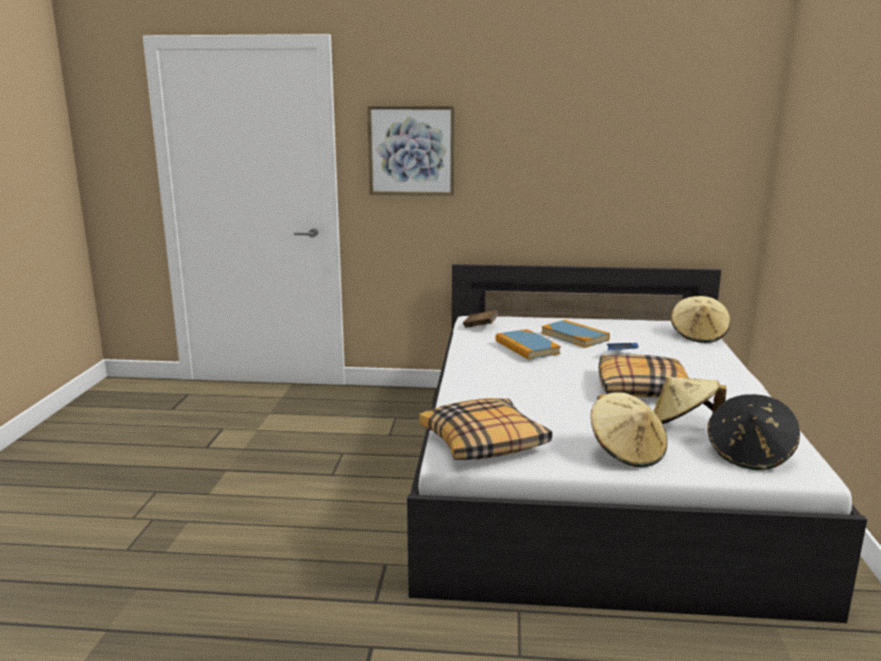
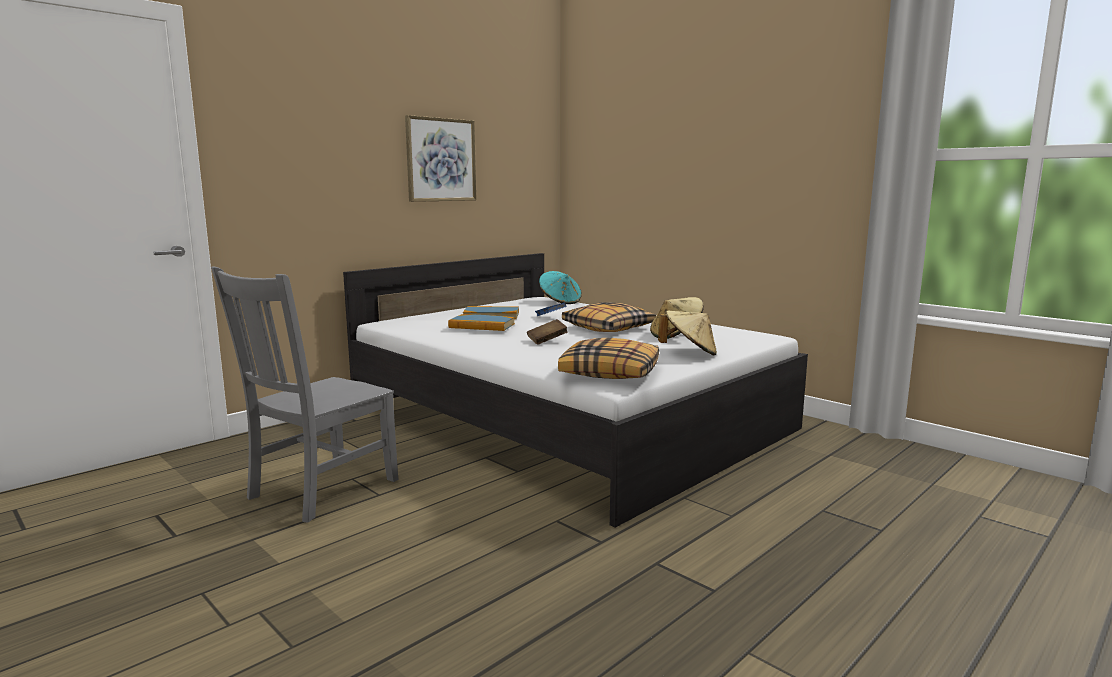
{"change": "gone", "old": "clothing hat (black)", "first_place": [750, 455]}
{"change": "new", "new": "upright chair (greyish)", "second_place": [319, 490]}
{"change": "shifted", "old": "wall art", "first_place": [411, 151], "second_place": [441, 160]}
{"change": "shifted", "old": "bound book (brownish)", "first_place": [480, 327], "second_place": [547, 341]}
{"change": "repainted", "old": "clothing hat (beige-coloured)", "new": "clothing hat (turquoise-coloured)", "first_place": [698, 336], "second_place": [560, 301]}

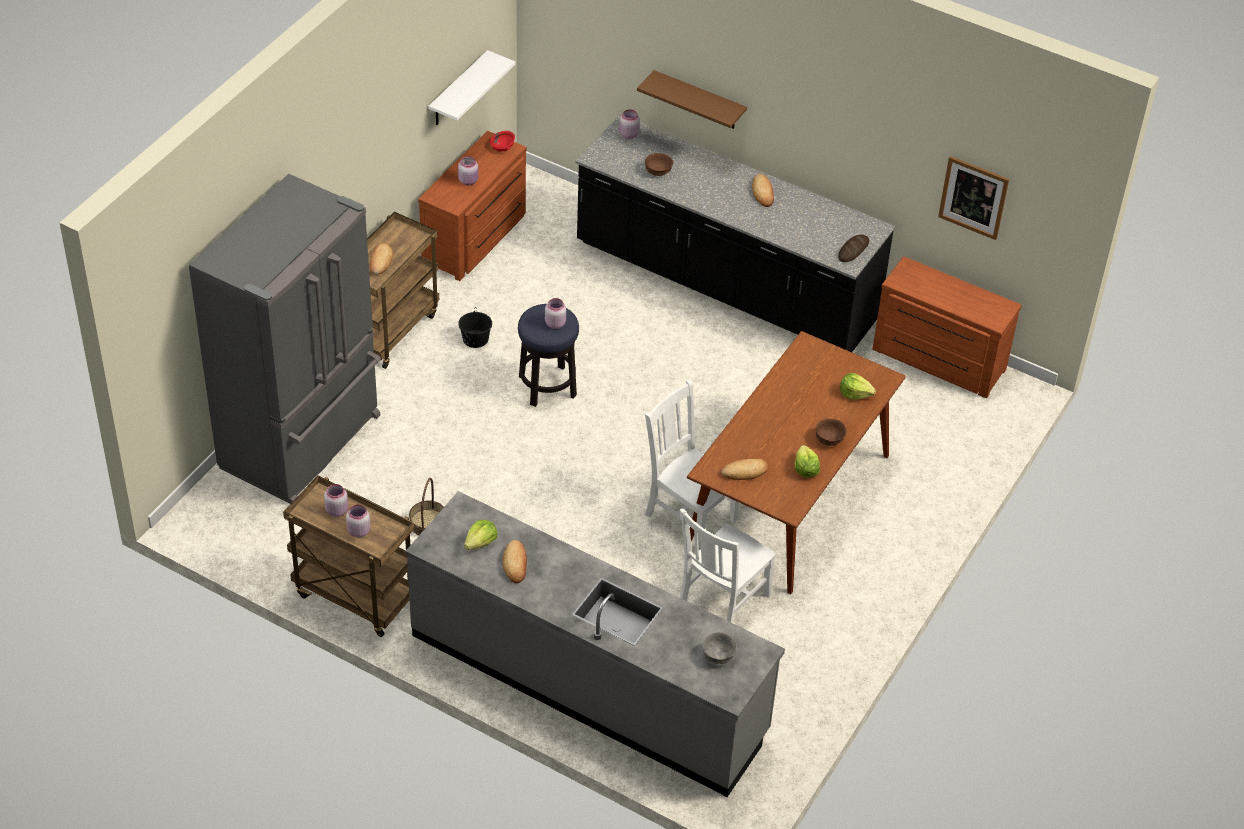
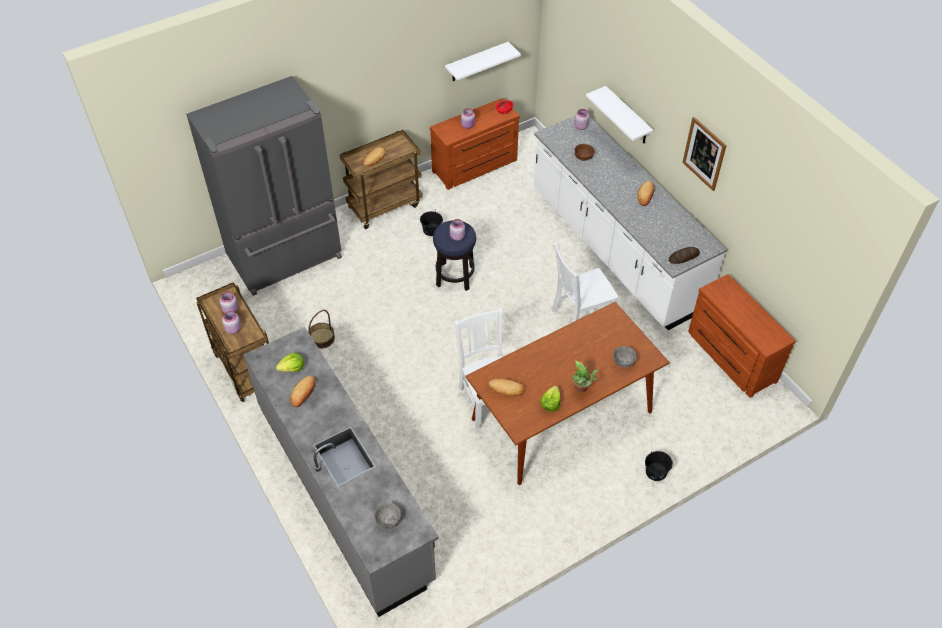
{"change": "new", "new": "pail (black)", "second_place": [656, 472]}
{"change": "shifted", "old": "upright chair (white-coloured)", "first_place": [721, 603], "second_place": [580, 317]}
{"change": "shifted", "old": "wall art", "first_place": [973, 197], "second_place": [704, 153]}
{"change": "swapped", "old": "serving bowl (brownish)", "new": "potted plant", "first_place": [829, 440], "second_place": [582, 388]}
{"change": "swapped", "old": "lettuce", "new": "serving bowl (greyish)", "first_place": [855, 393], "second_place": [623, 361]}
{"change": "repainted", "old": "kitchen base unit (black)", "new": "kitchen base unit (white-coloured)", "first_place": [725, 283], "second_place": [615, 249]}
{"change": "repainted", "old": "wall shelf (brownish)", "new": "wall shelf (white-coloured)", "first_place": [699, 101], "second_place": [627, 116]}

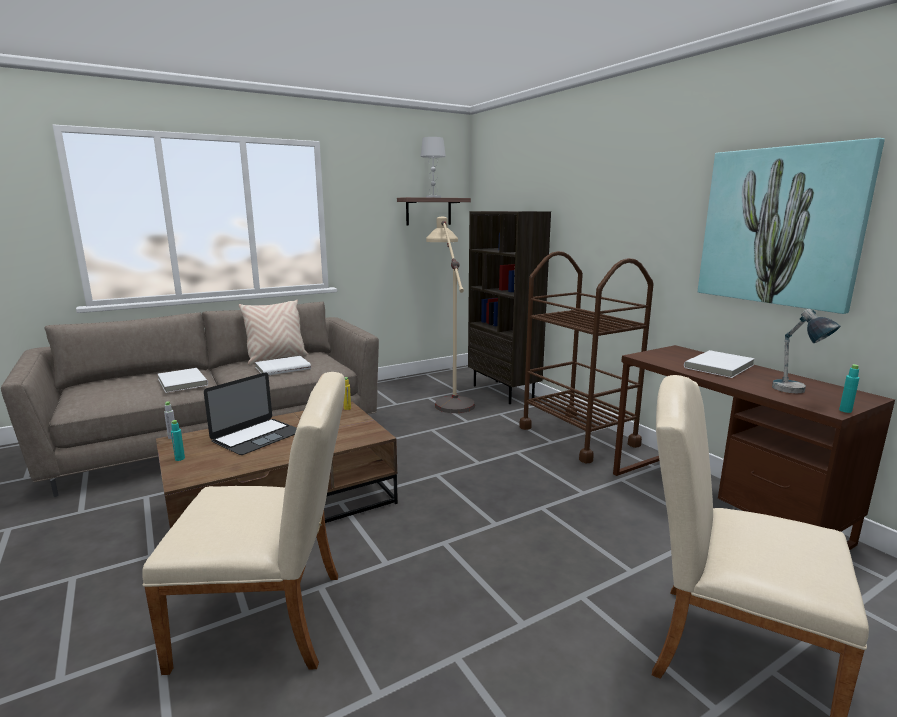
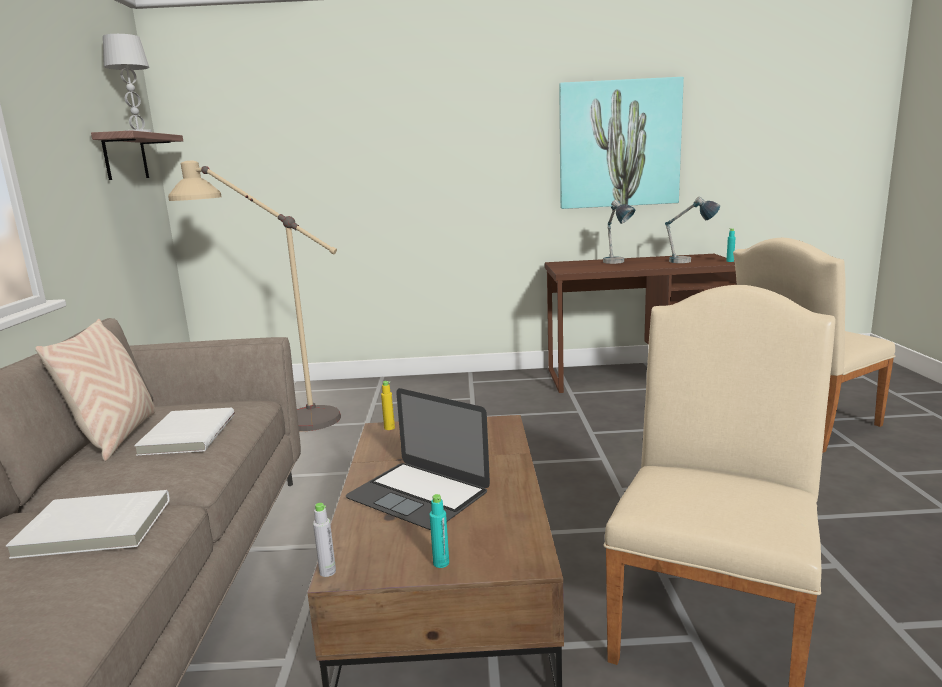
{"change": "gone", "old": "bookcase (brownish)", "first_place": [504, 392]}
{"change": "gone", "old": "cart (brownish)", "first_place": [577, 436]}
{"change": "swapped", "old": "bound book (white-coloured)", "new": "tabletop lamp", "first_place": [720, 367], "second_place": [617, 263]}
{"change": "rotated", "old": "portable computer", "first_place": [257, 436], "second_place": [418, 494], "degrees": 150}

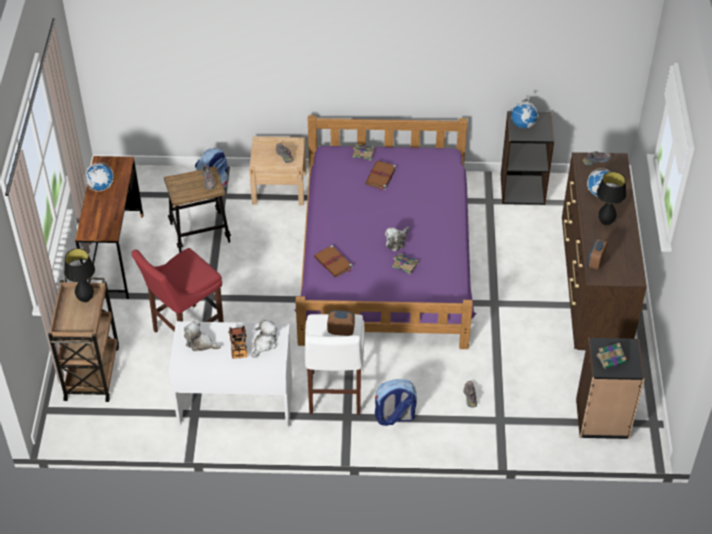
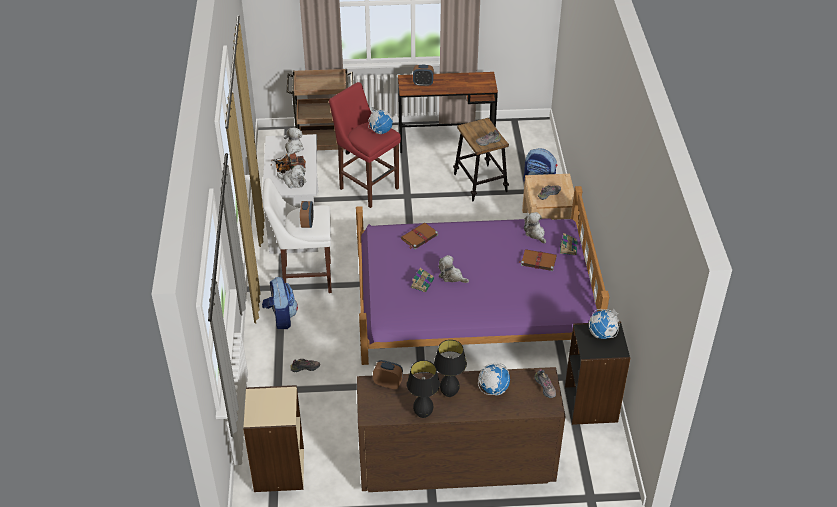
{"change": "gone", "old": "bound book", "first_place": [611, 359]}
{"change": "new", "new": "bedside clock", "second_place": [423, 83]}
{"change": "new", "new": "cuddly toy", "second_place": [535, 233]}
{"change": "shifted", "old": "tabletop lamp (black)", "first_place": [85, 299], "second_place": [423, 414]}
{"change": "shifted", "old": "world globe", "first_place": [101, 187], "second_place": [380, 131]}
{"change": "repainted", "old": "bookcase (black)", "new": "bookcase (beige-coloured)", "first_place": [602, 419], "second_place": [278, 470]}

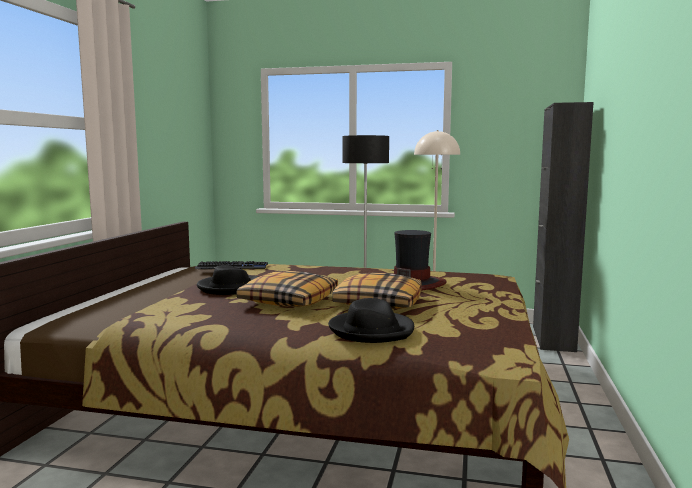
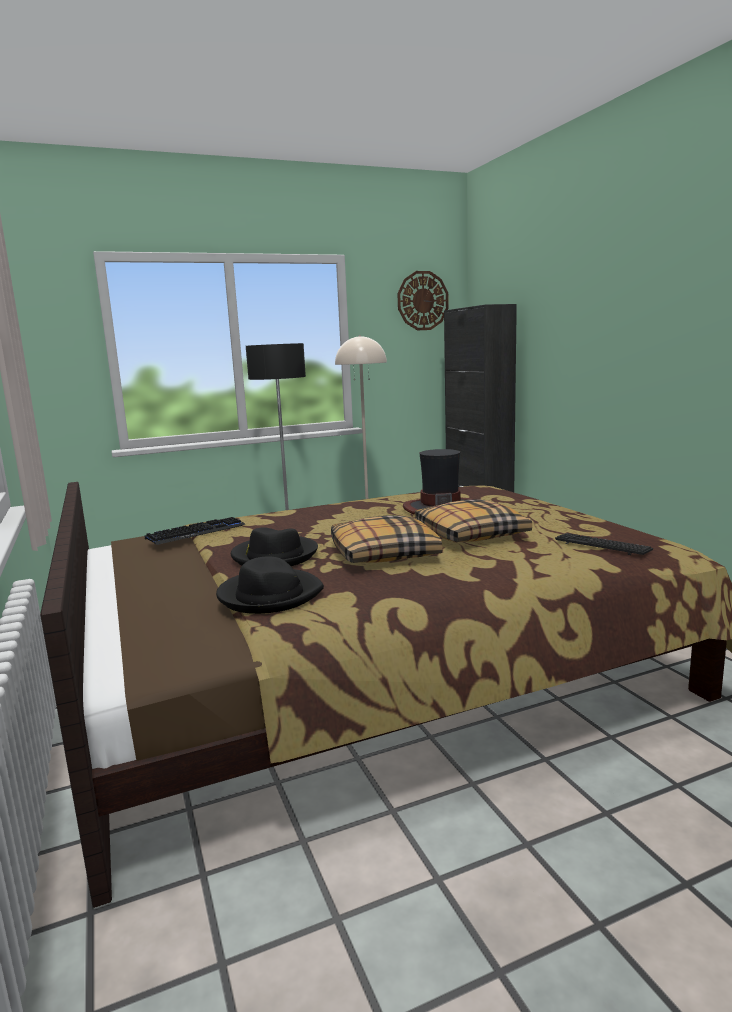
{"change": "new", "new": "wall clock", "second_place": [422, 301]}
{"change": "new", "new": "keyboard", "second_place": [602, 546]}
{"change": "shifted", "old": "clothing hat (black)", "first_place": [371, 330], "second_place": [269, 595]}

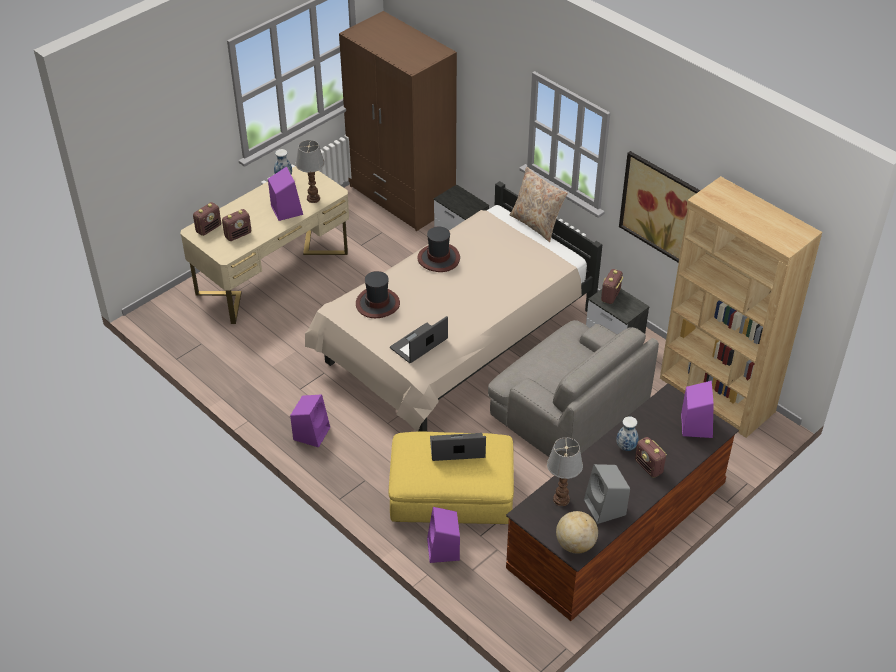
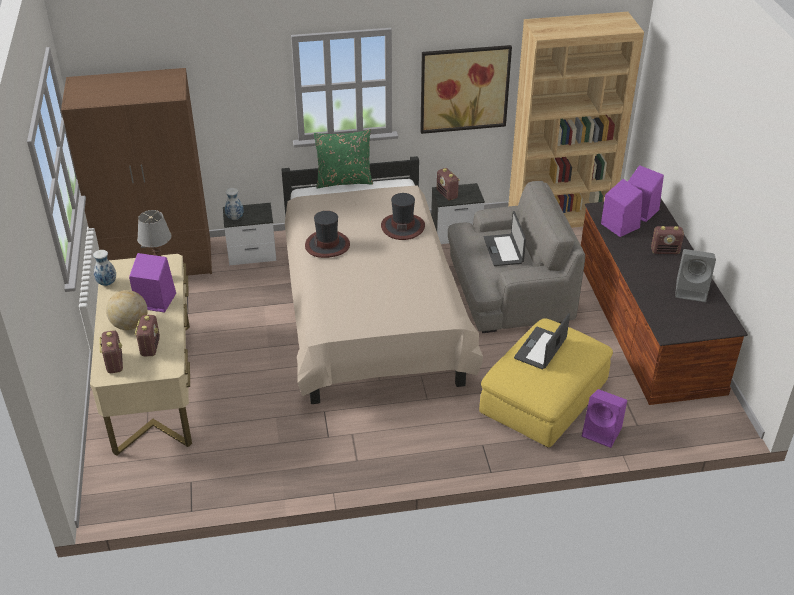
{"change": "gone", "old": "tabletop lamp", "first_place": [561, 499]}
{"change": "shifted", "old": "speaker (purple)", "first_place": [312, 432], "second_place": [619, 225]}
{"change": "shifted", "old": "clothing hat", "first_place": [378, 303], "second_place": [402, 226]}
{"change": "shifted", "old": "portable computer", "first_place": [419, 344], "second_place": [504, 250]}
{"change": "shifted", "old": "world globe", "first_place": [575, 544], "second_place": [130, 325]}
{"change": "shifted", "old": "vase", "first_place": [626, 446], "second_place": [234, 218]}
{"change": "repainted", "old": "cushion (beige-coloured)", "new": "cushion (greenish)", "first_place": [536, 224], "second_place": [344, 181]}

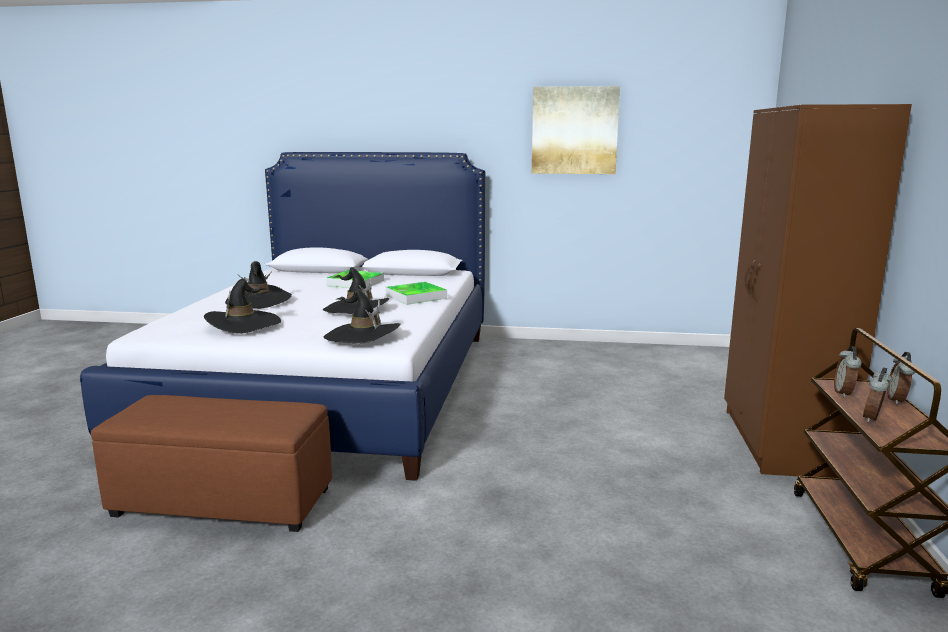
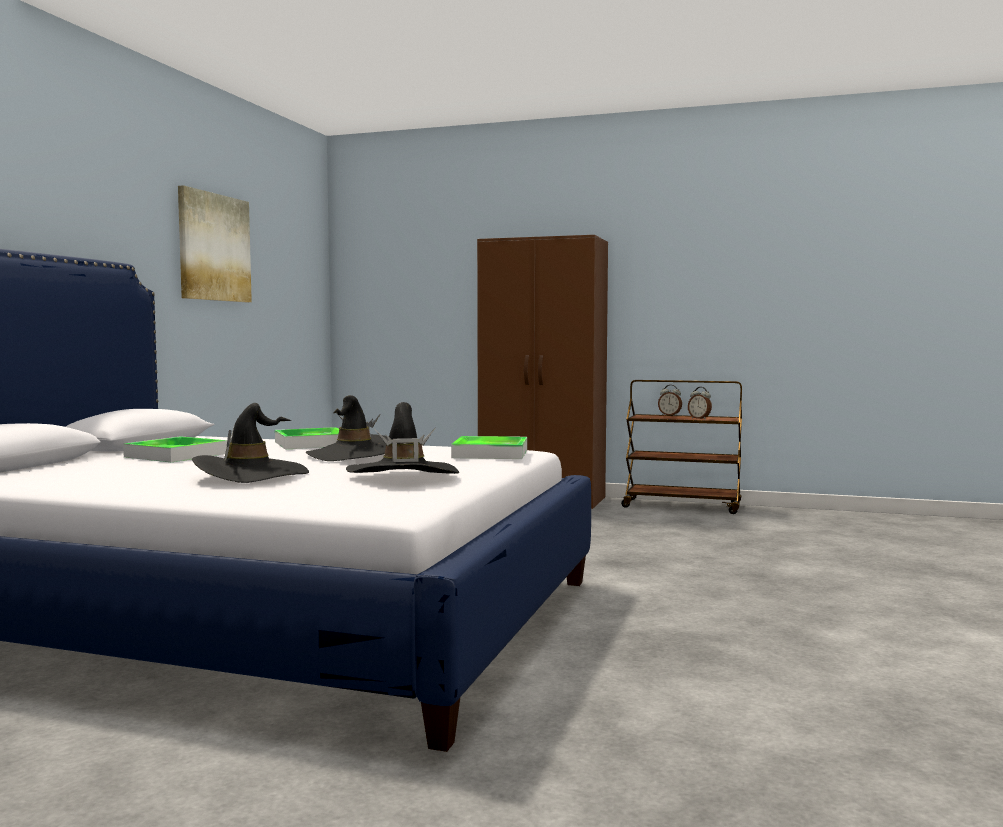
{"change": "gone", "old": "footrest (brownish)", "first_place": [224, 502]}
{"change": "gone", "old": "bedside clock", "first_place": [844, 393]}
{"change": "swapped", "old": "clothing hat (black)", "new": "serving tray", "first_place": [362, 336], "second_place": [490, 453]}

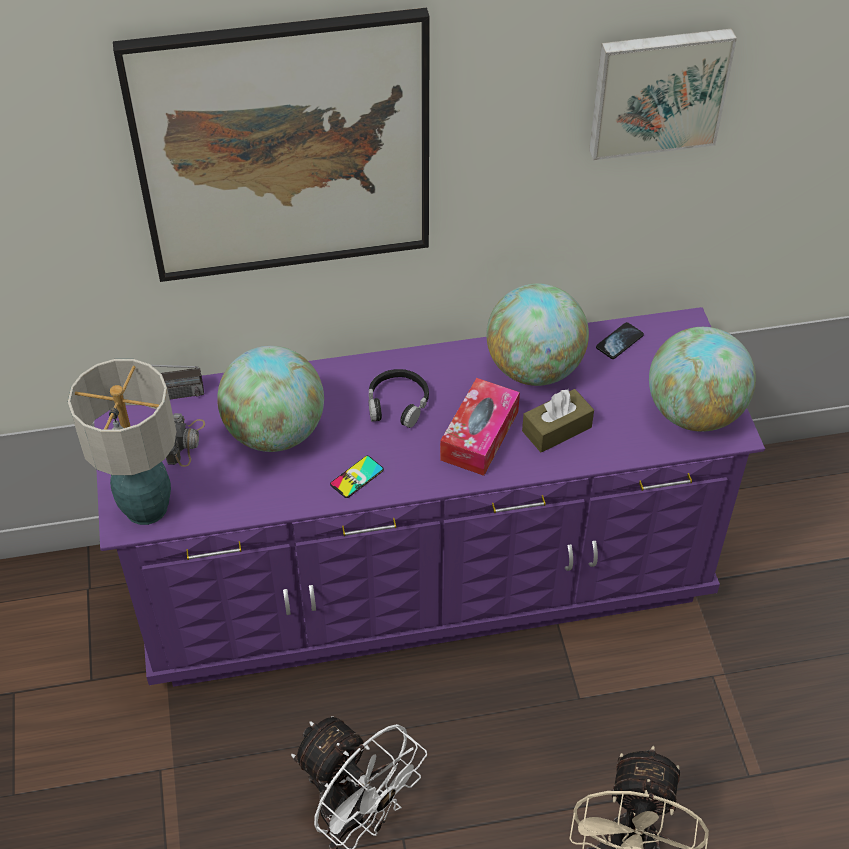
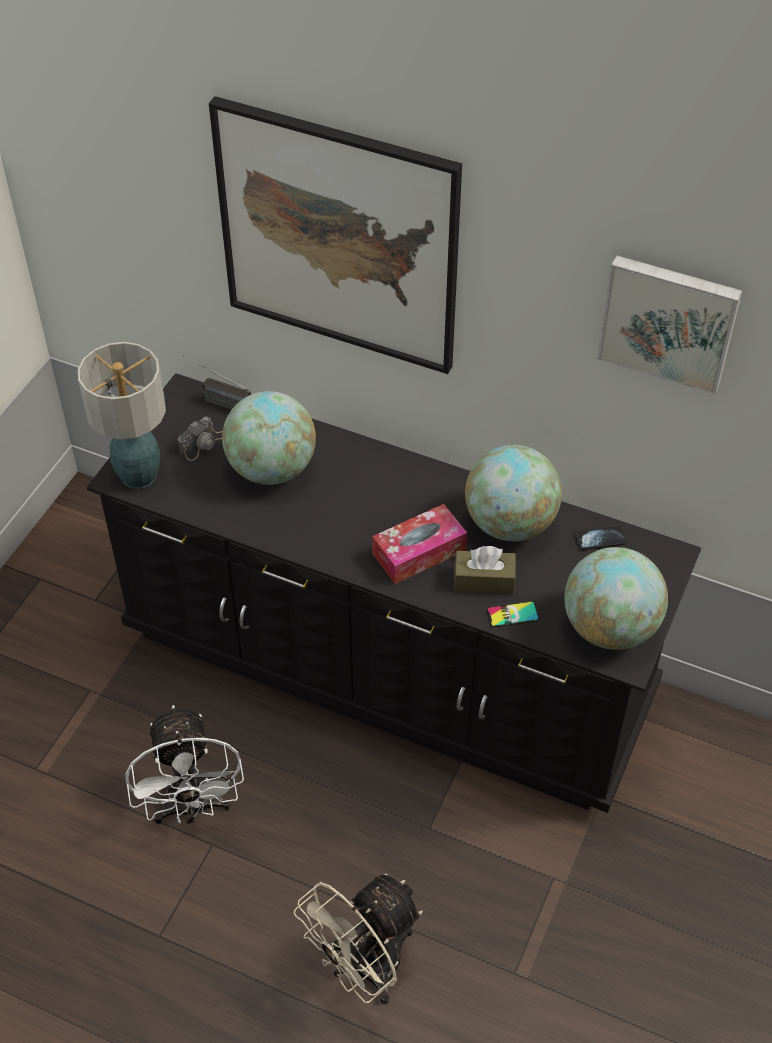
{"change": "gone", "old": "headphones (black)", "first_place": [397, 404]}
{"change": "shifted", "old": "phone", "first_place": [357, 477], "second_place": [512, 614]}
{"change": "repainted", "old": "drawer chest (purple)", "new": "drawer chest (black)", "first_place": [423, 576], "second_place": [387, 663]}

